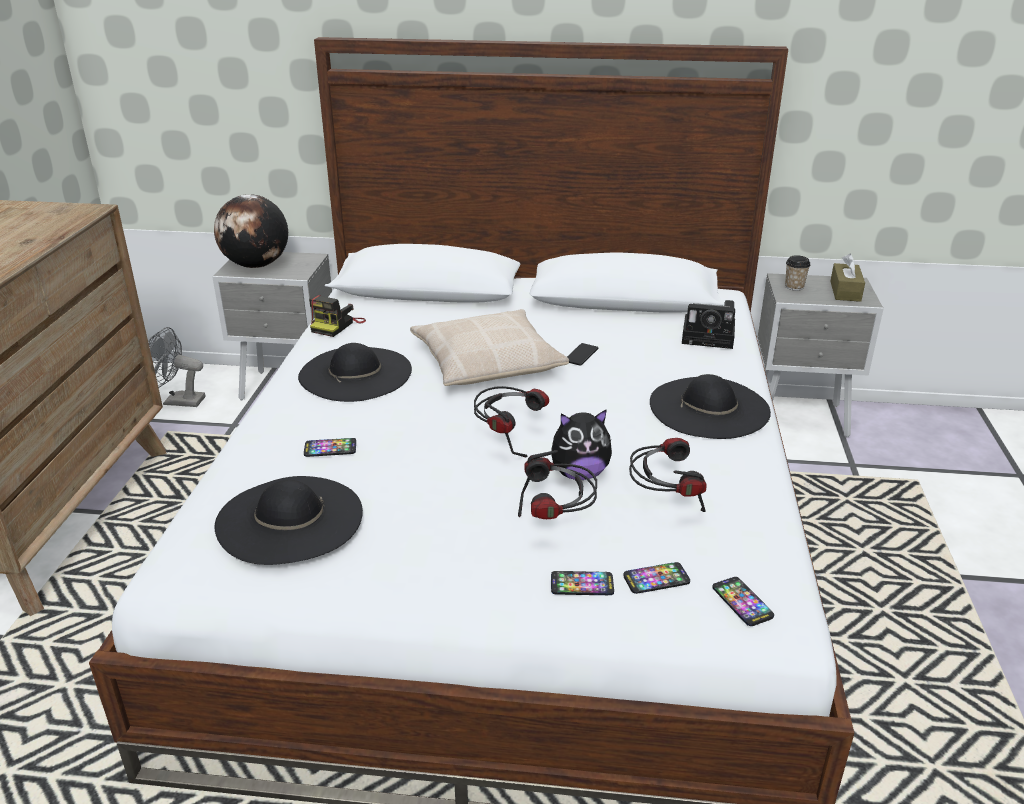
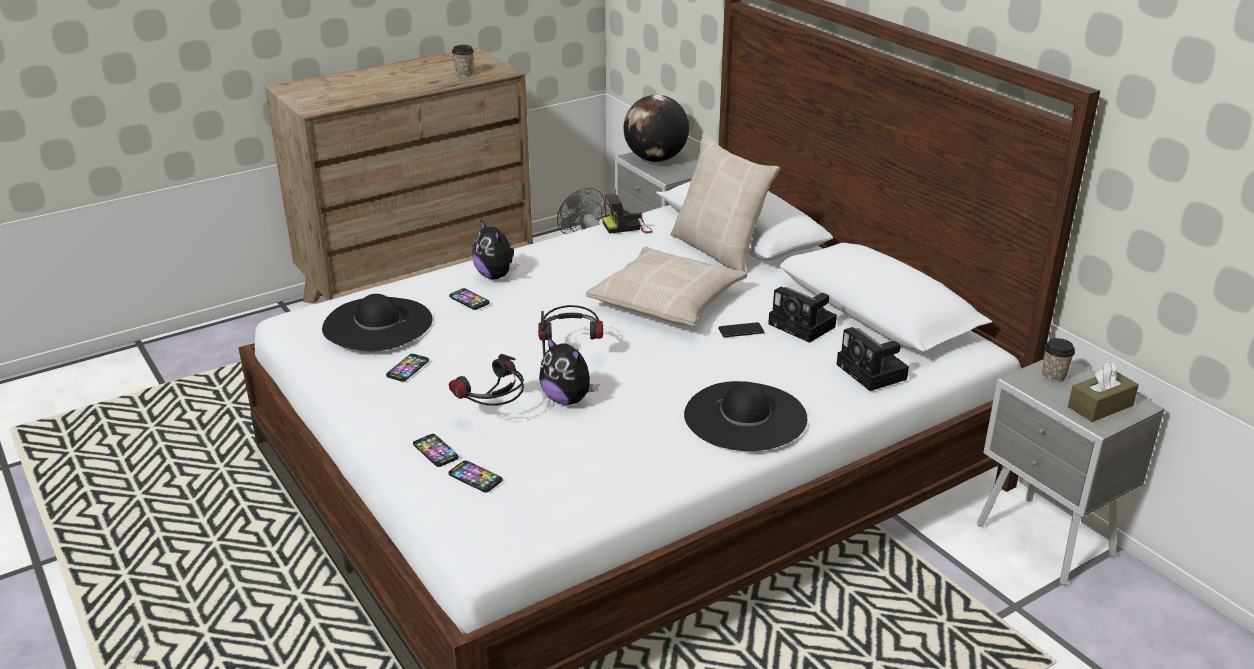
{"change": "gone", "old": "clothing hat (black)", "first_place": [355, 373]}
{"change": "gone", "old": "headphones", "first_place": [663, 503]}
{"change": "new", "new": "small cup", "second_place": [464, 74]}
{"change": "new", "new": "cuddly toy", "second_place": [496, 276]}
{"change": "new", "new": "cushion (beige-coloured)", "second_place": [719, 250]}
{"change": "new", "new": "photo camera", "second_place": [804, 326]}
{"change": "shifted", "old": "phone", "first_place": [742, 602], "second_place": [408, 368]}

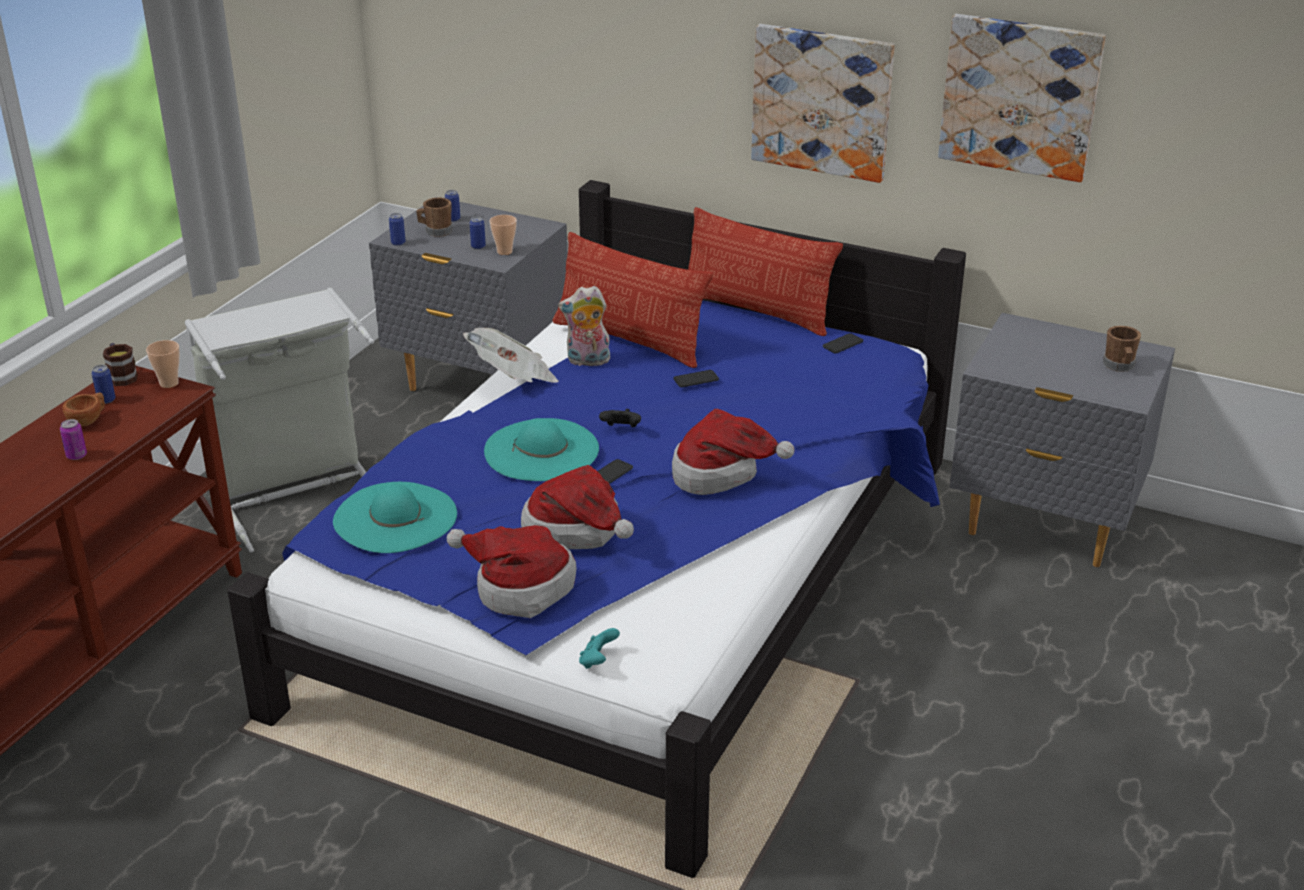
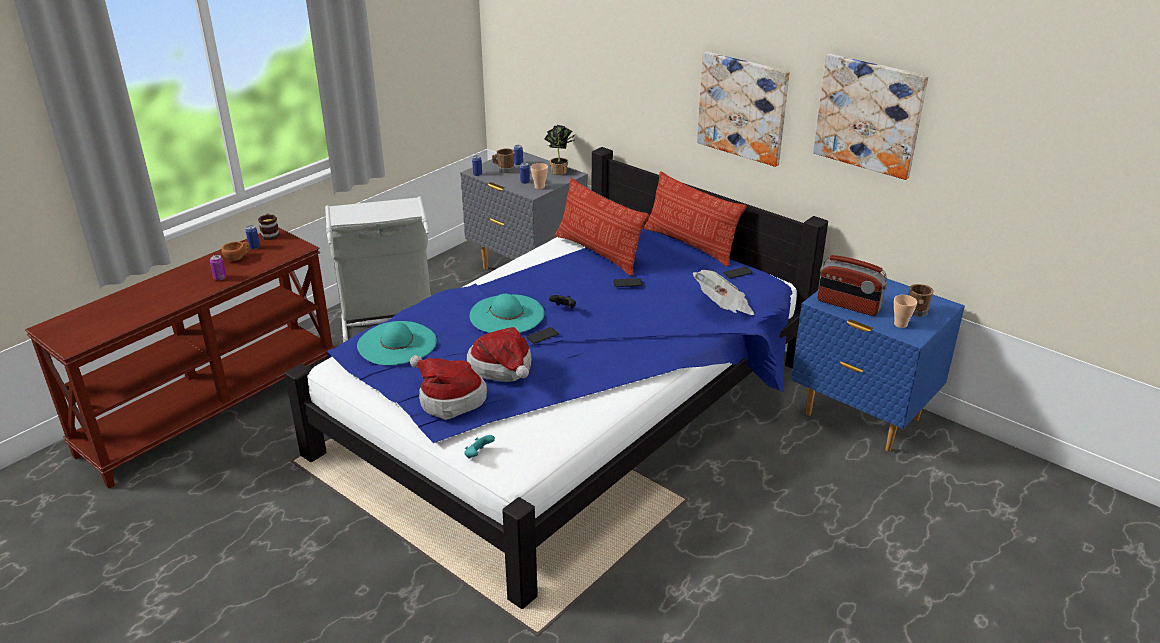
{"change": "gone", "old": "cuddly toy", "first_place": [587, 361]}
{"change": "gone", "old": "clothing hat", "first_place": [721, 473]}
{"change": "new", "new": "potted plant", "second_place": [561, 172]}
{"change": "new", "new": "radio receiver", "second_place": [848, 305]}
{"change": "shifted", "old": "small cup", "first_place": [169, 383], "second_place": [900, 324]}
{"change": "shifted", "old": "newspaper", "first_place": [513, 377], "second_place": [723, 307]}
{"change": "repainted", "old": "bedside table (greyish)", "new": "bedside table (bluish)", "first_place": [1044, 526], "second_place": [861, 417]}

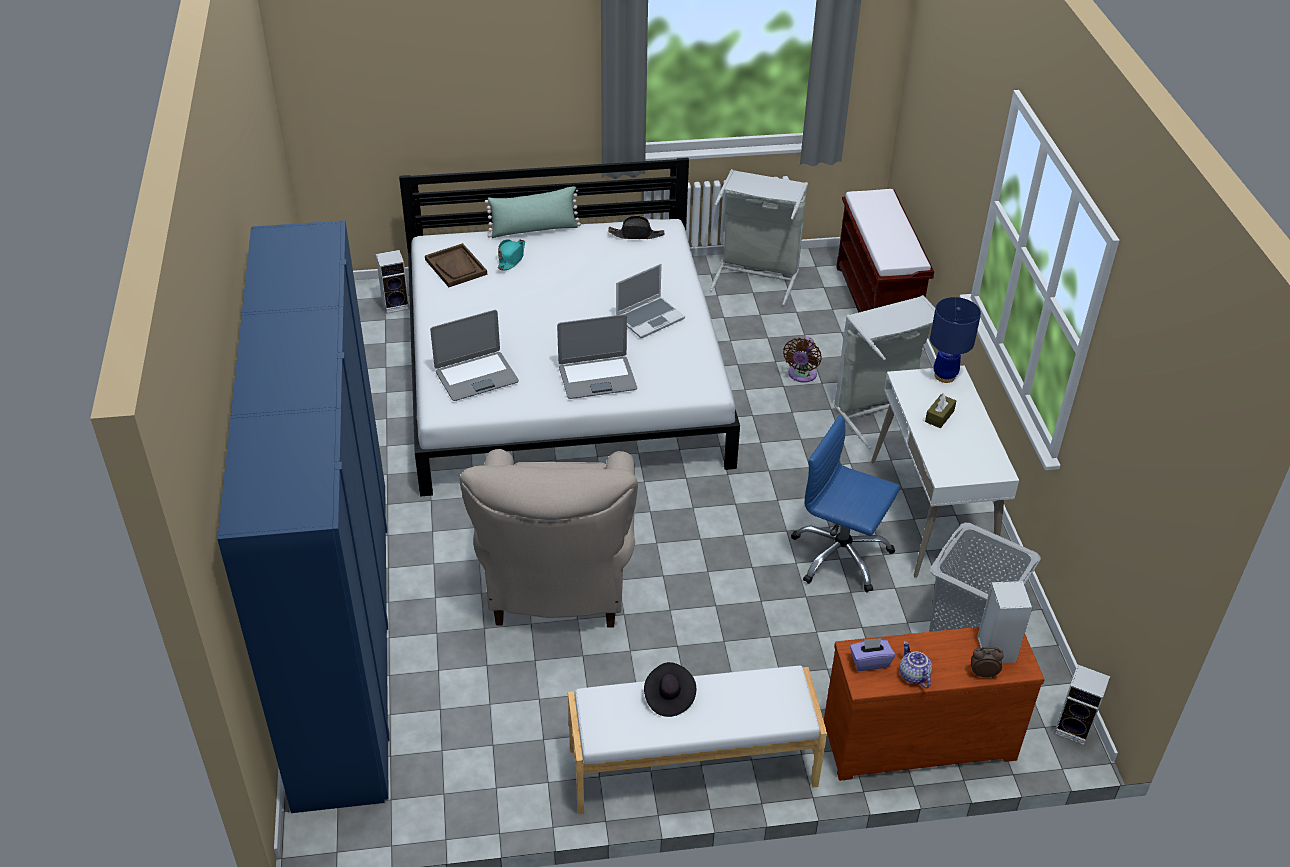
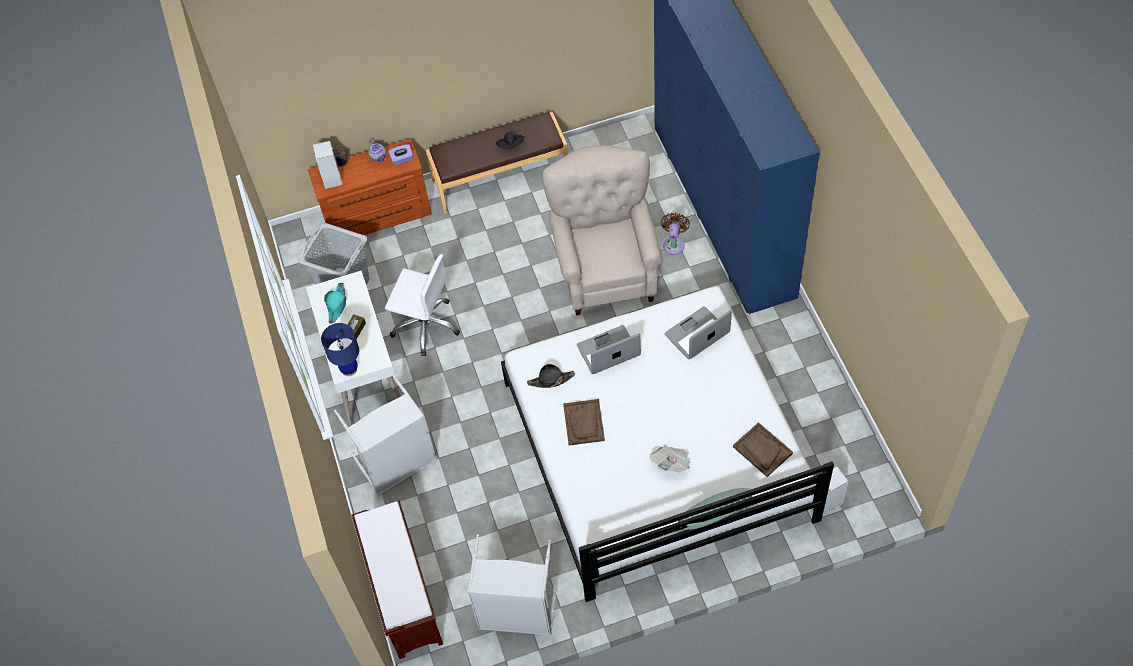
{"change": "gone", "old": "speaker", "first_place": [1074, 729]}
{"change": "new", "new": "newspaper", "second_place": [671, 463]}
{"change": "shifted", "old": "clothing hat (turquoise-coloured)", "first_place": [511, 258], "second_place": [336, 305]}
{"change": "shifted", "old": "clothing hat (black)", "first_place": [636, 234], "second_place": [550, 380]}
{"change": "shifted", "old": "fan (brownish)", "first_place": [801, 375], "second_place": [674, 243]}
{"change": "swapped", "old": "portable computer", "new": "serving tray (brownish)", "first_place": [650, 318], "second_place": [584, 423]}
{"change": "repainted", "old": "long seat (white-coloured)", "new": "long seat (brownish)", "first_place": [692, 767], "second_place": [500, 177]}
{"change": "repainted", "old": "computer chair (bluish)", "new": "computer chair (white-coloured)", "first_place": [840, 556], "second_place": [426, 325]}

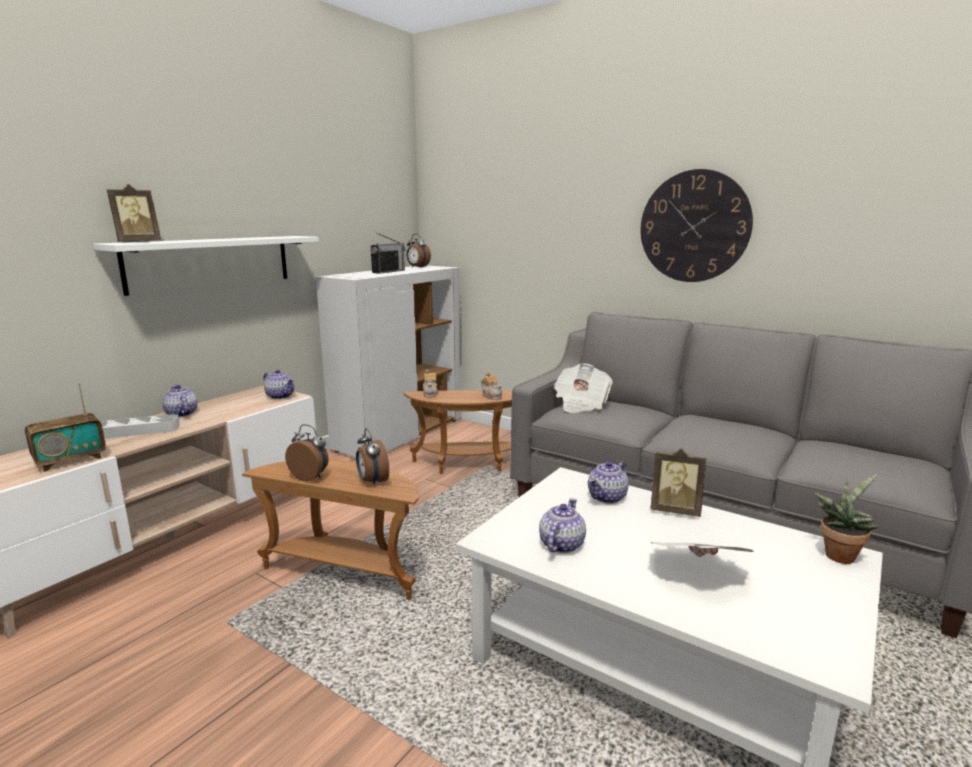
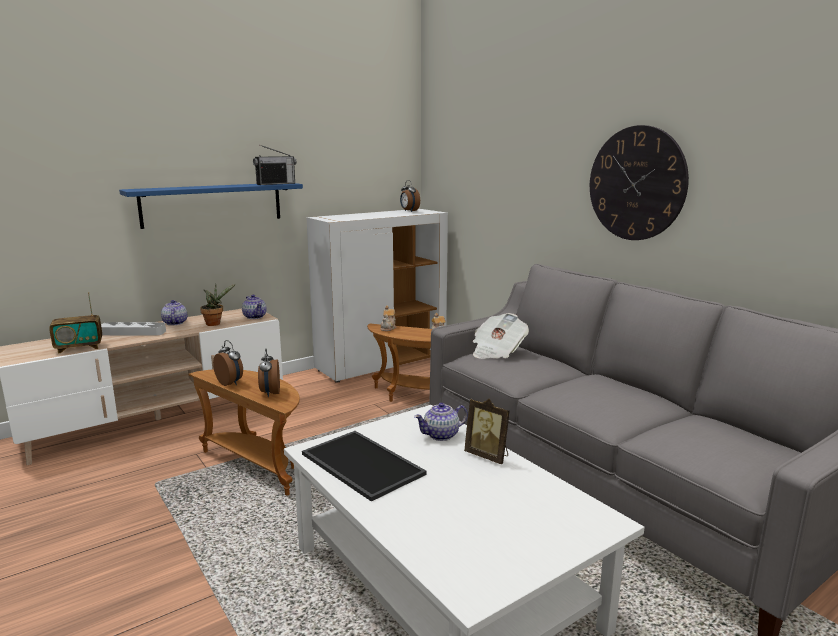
{"change": "gone", "old": "picture frame", "first_place": [137, 242]}
{"change": "gone", "old": "newspaper", "first_place": [696, 570]}
{"change": "shifted", "old": "radio receiver", "first_place": [388, 271], "second_place": [276, 184]}
{"change": "shifted", "old": "potted plant", "first_place": [839, 554], "second_place": [215, 323]}
{"change": "swapped", "old": "tea pot", "new": "serving tray", "first_place": [561, 545], "second_place": [360, 464]}
{"change": "repainted", "old": "wall shelf (white-coloured)", "new": "wall shelf (bluish)", "first_place": [211, 262], "second_place": [212, 204]}

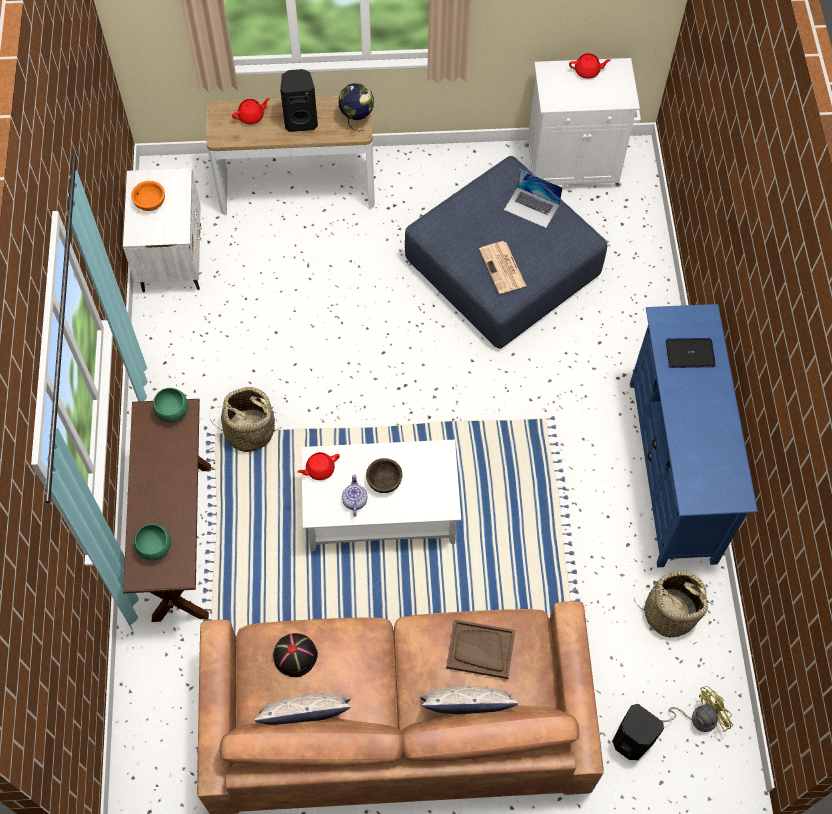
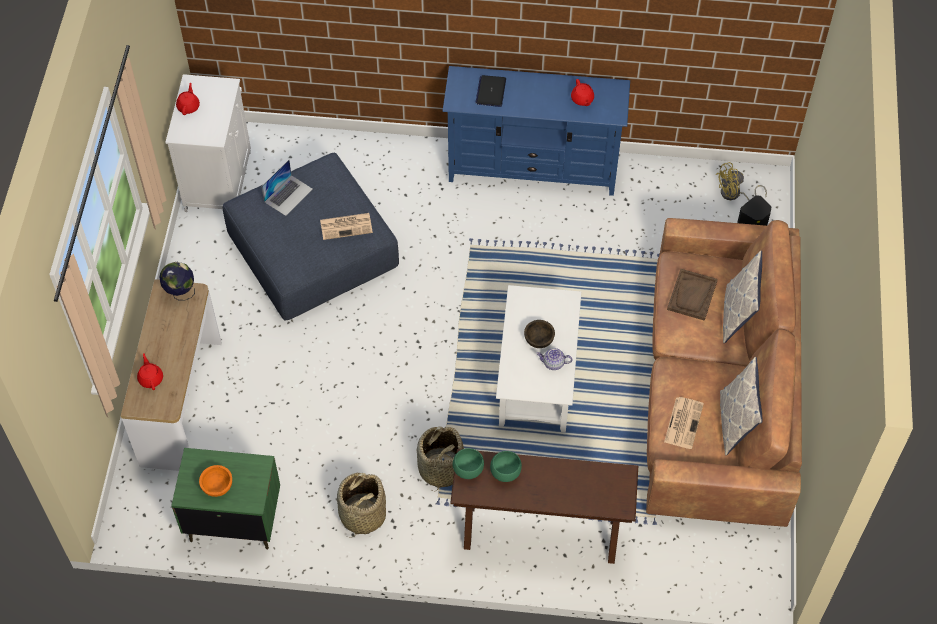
{"change": "gone", "old": "speaker (black)", "first_place": [301, 121]}
{"change": "shifted", "old": "serving bowl (greenish)", "first_place": [156, 547], "second_place": [505, 472]}
{"change": "shifted", "old": "tea pot (reddish)", "first_place": [319, 469], "second_place": [582, 99]}
{"change": "shifted", "old": "basket", "first_place": [669, 613], "second_place": [362, 515]}
{"change": "swapped", "old": "clothing hat (black)", "new": "newspaper", "first_place": [295, 655], "second_place": [683, 422]}
{"change": "repainted", "old": "bedside table (white-coloured)", "new": "bedside table (greenish)", "first_place": [172, 257], "second_place": [233, 519]}
{"change": "rotated", "old": "fan (yellowish)", "first_place": [697, 717], "second_place": [734, 195], "degrees": -90}

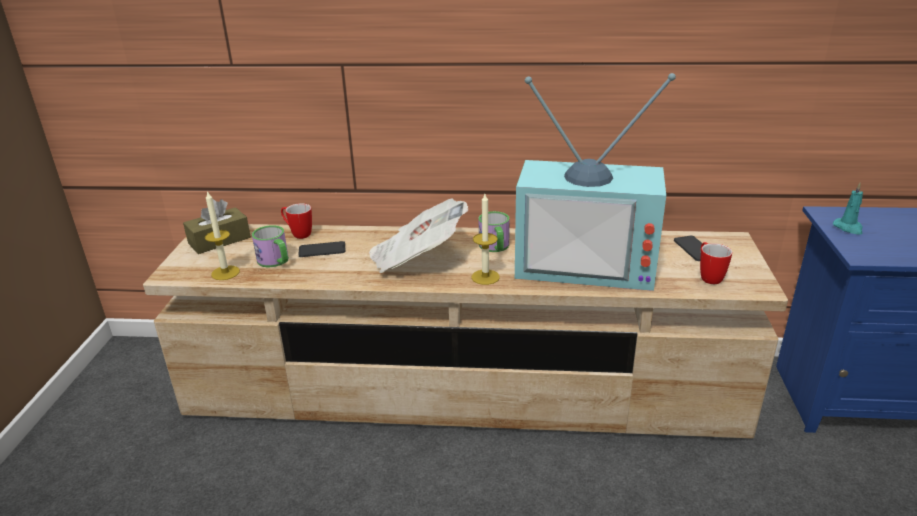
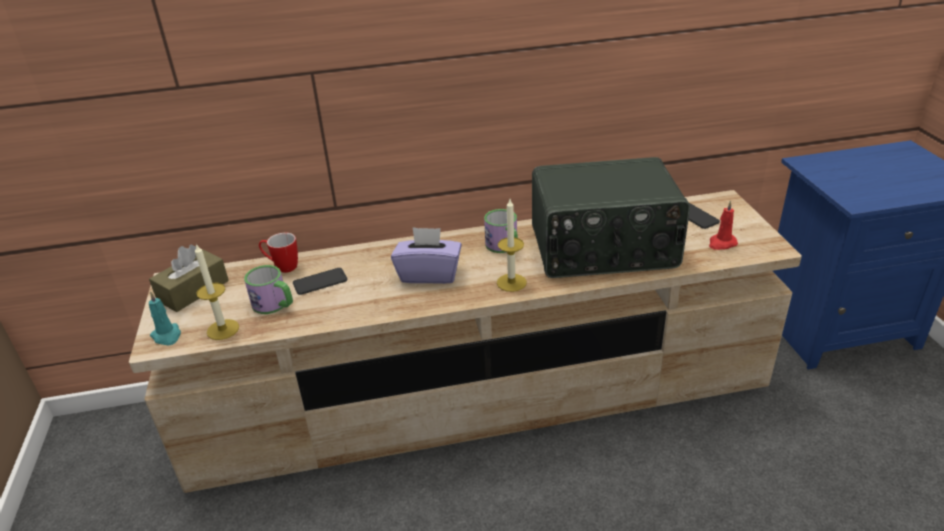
{"change": "shifted", "old": "wax light (turquoise-coloured)", "first_place": [848, 228], "second_place": [167, 336]}
{"change": "swapped", "old": "newspaper", "new": "tissue holder (purple)", "first_place": [416, 258], "second_place": [429, 274]}
{"change": "swapped", "old": "TV", "new": "radio receiver", "first_place": [587, 263], "second_place": [603, 249]}
{"change": "swapped", "old": "coffee mug", "new": "wax light (reddish)", "first_place": [708, 276], "second_place": [722, 243]}

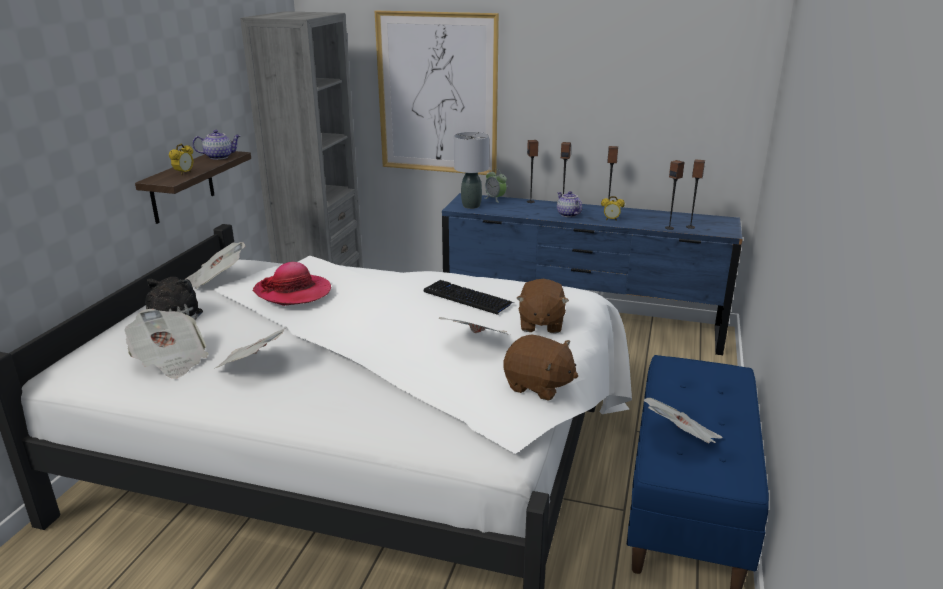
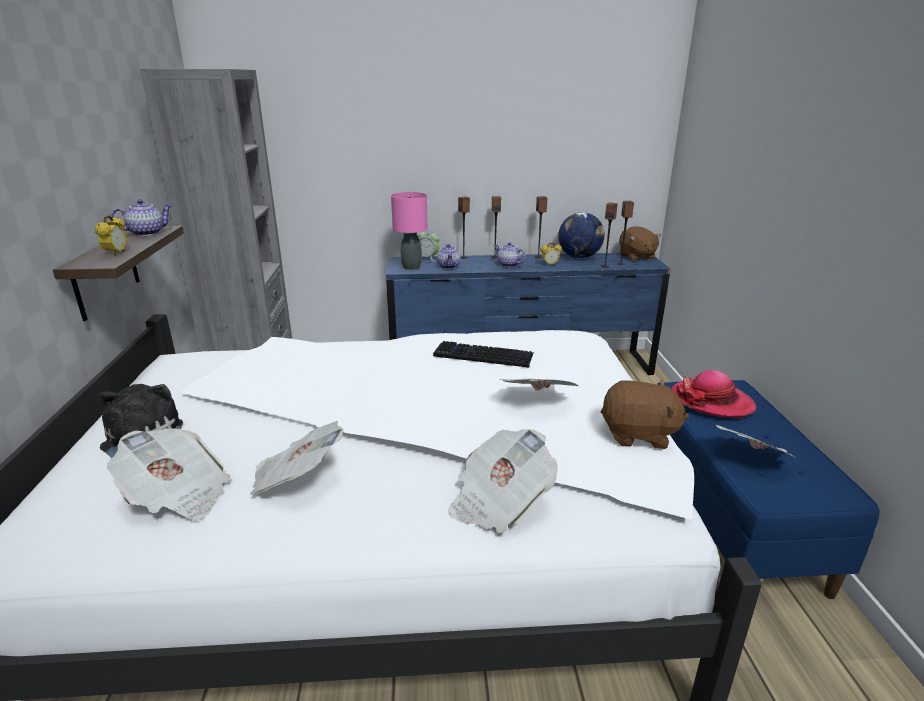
{"change": "gone", "old": "wall art", "first_place": [437, 94]}
{"change": "new", "new": "tea pot", "second_place": [449, 267]}
{"change": "new", "new": "world globe", "second_place": [579, 257]}
{"change": "shifted", "old": "newspaper", "first_place": [216, 280], "second_place": [499, 501]}
{"change": "shifted", "old": "clothing hat", "first_place": [293, 292], "second_place": [712, 401]}
{"change": "shifted", "old": "cuddly toy (brownish)", "first_place": [540, 324], "second_place": [636, 257]}
{"change": "repainted", "old": "tabletop lamp (greyish)", "new": "tabletop lamp (pink)", "first_place": [471, 206], "second_place": [412, 267]}

